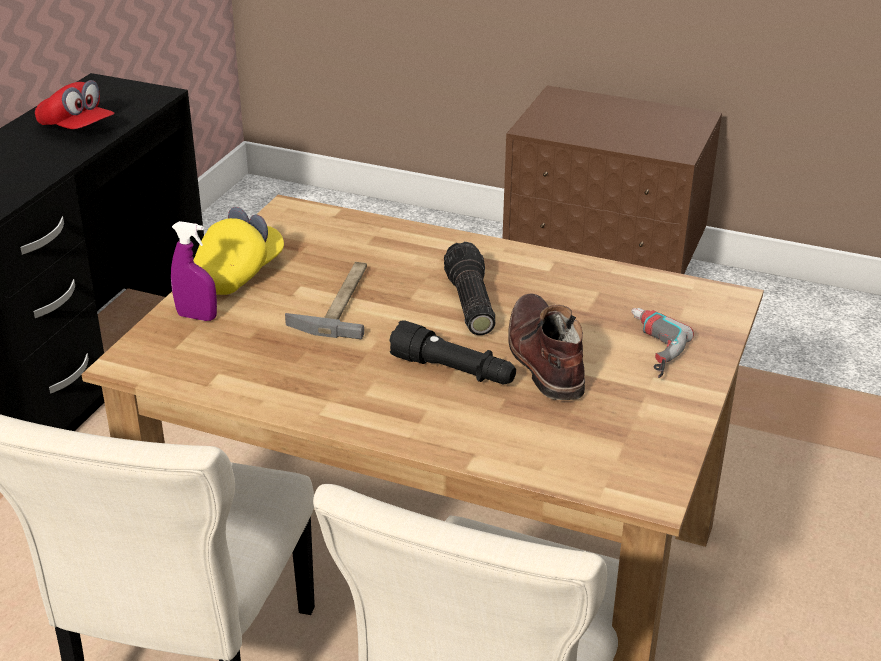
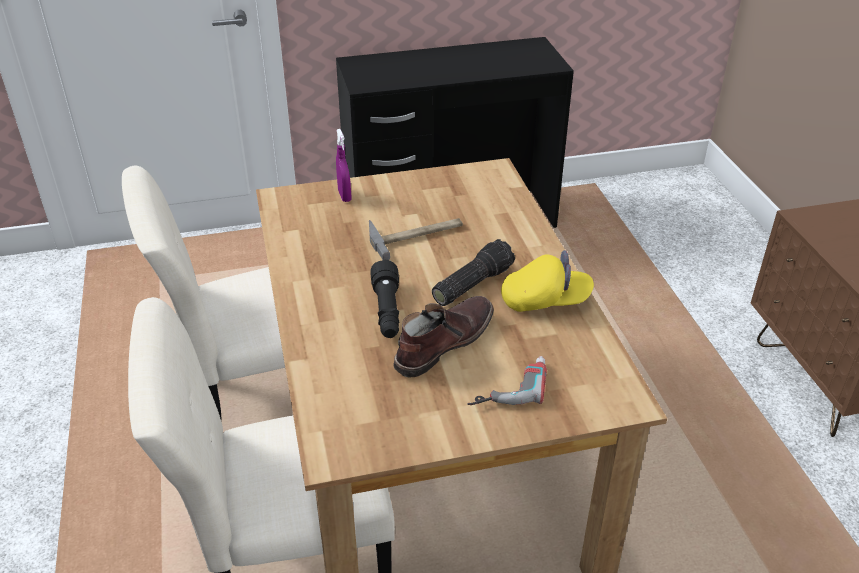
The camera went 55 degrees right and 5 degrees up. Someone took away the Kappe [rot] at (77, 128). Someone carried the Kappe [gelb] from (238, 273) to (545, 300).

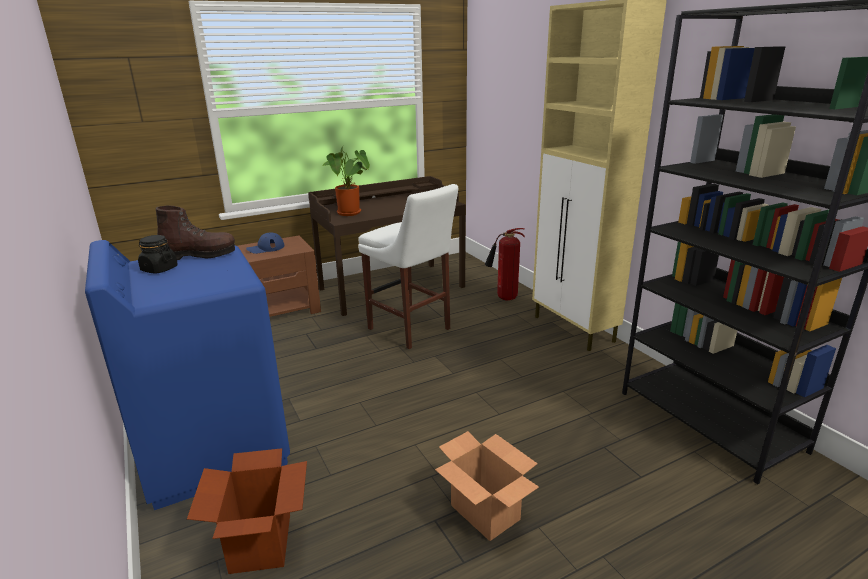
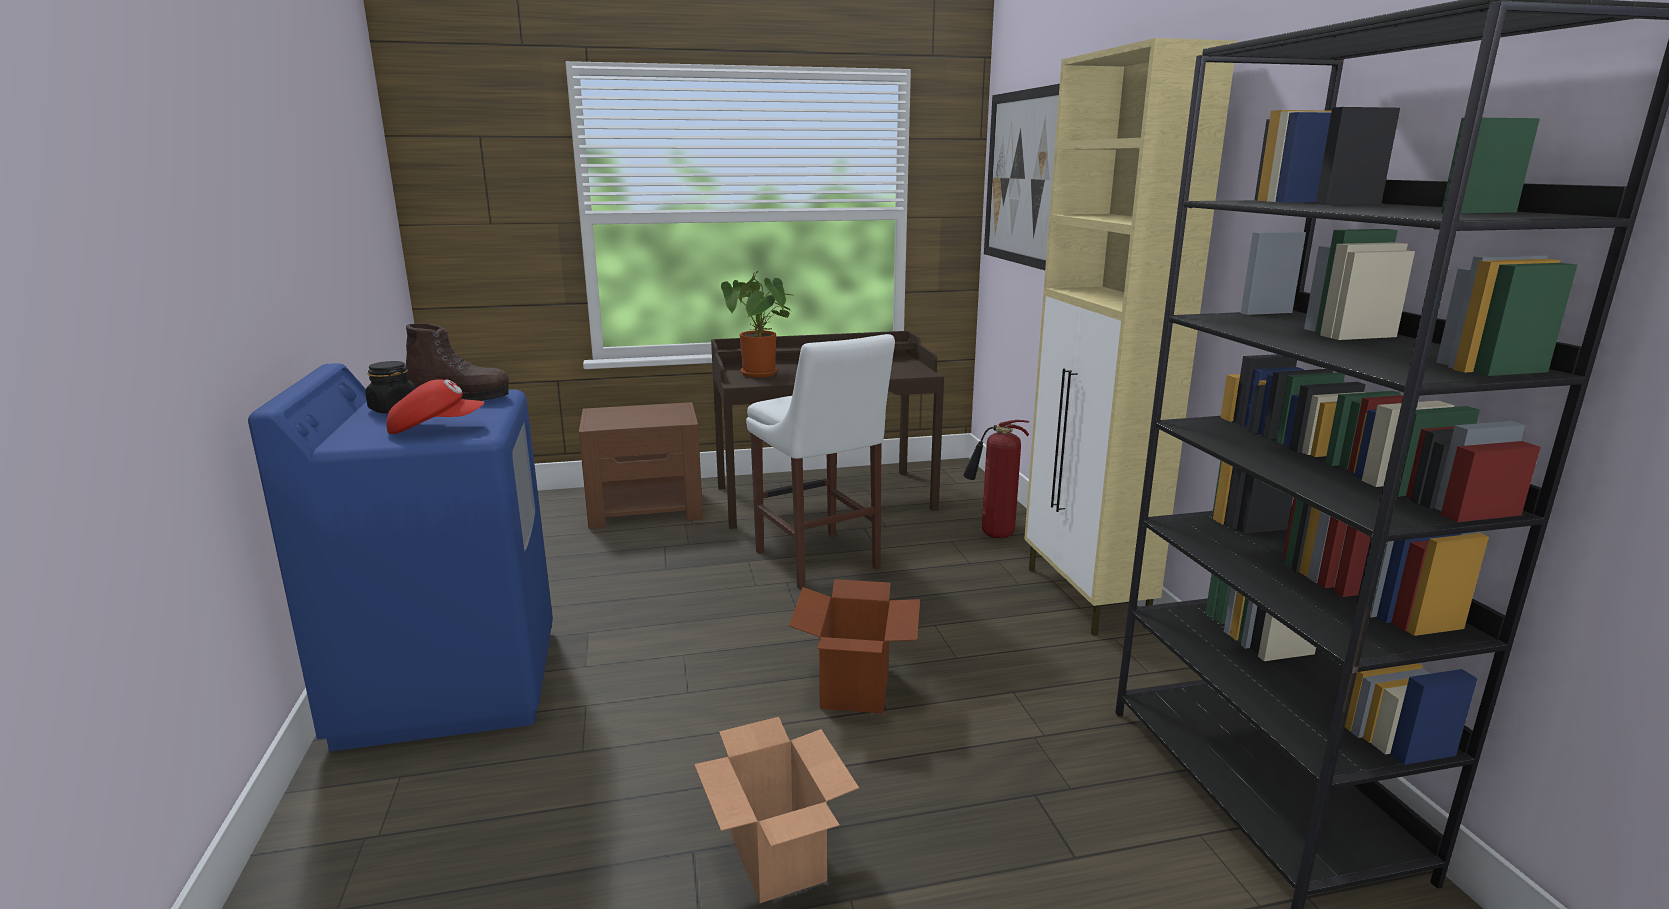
The camera went 15 degrees right and 5 degrees down. Someone carried the Karton from (261, 543) to (855, 688). Someone took away the Kappe [blau] at (265, 248). Someone put down the Kappe [rot] at (436, 428). Someone put up the Bild at (1022, 178).

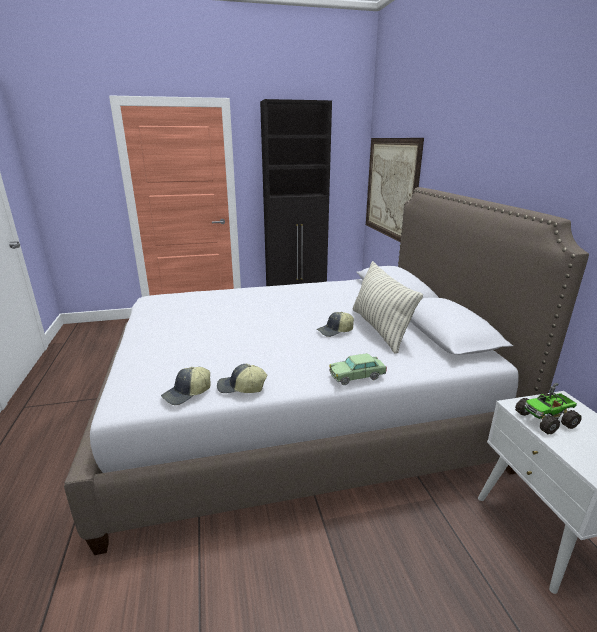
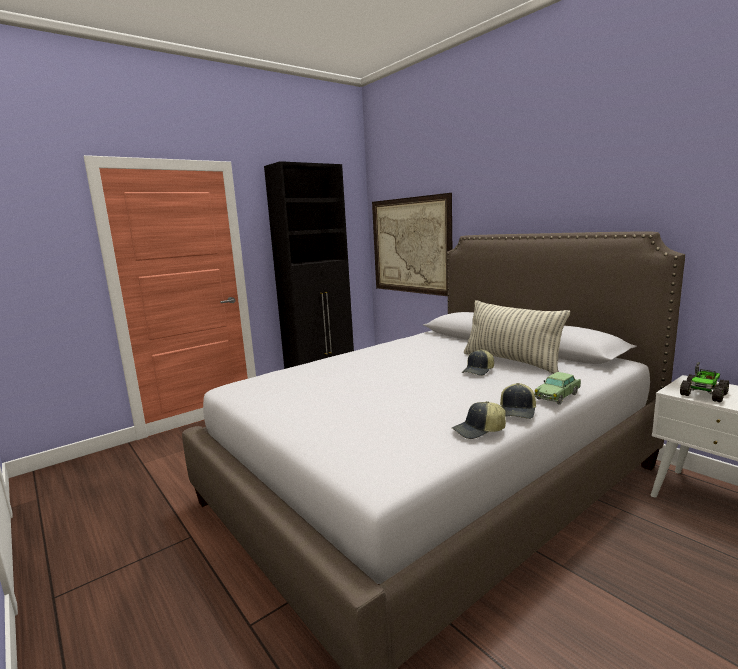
The camera went 25 degrees left and 10 degrees down. Someone carried the Kappe from (187, 393) to (518, 411).

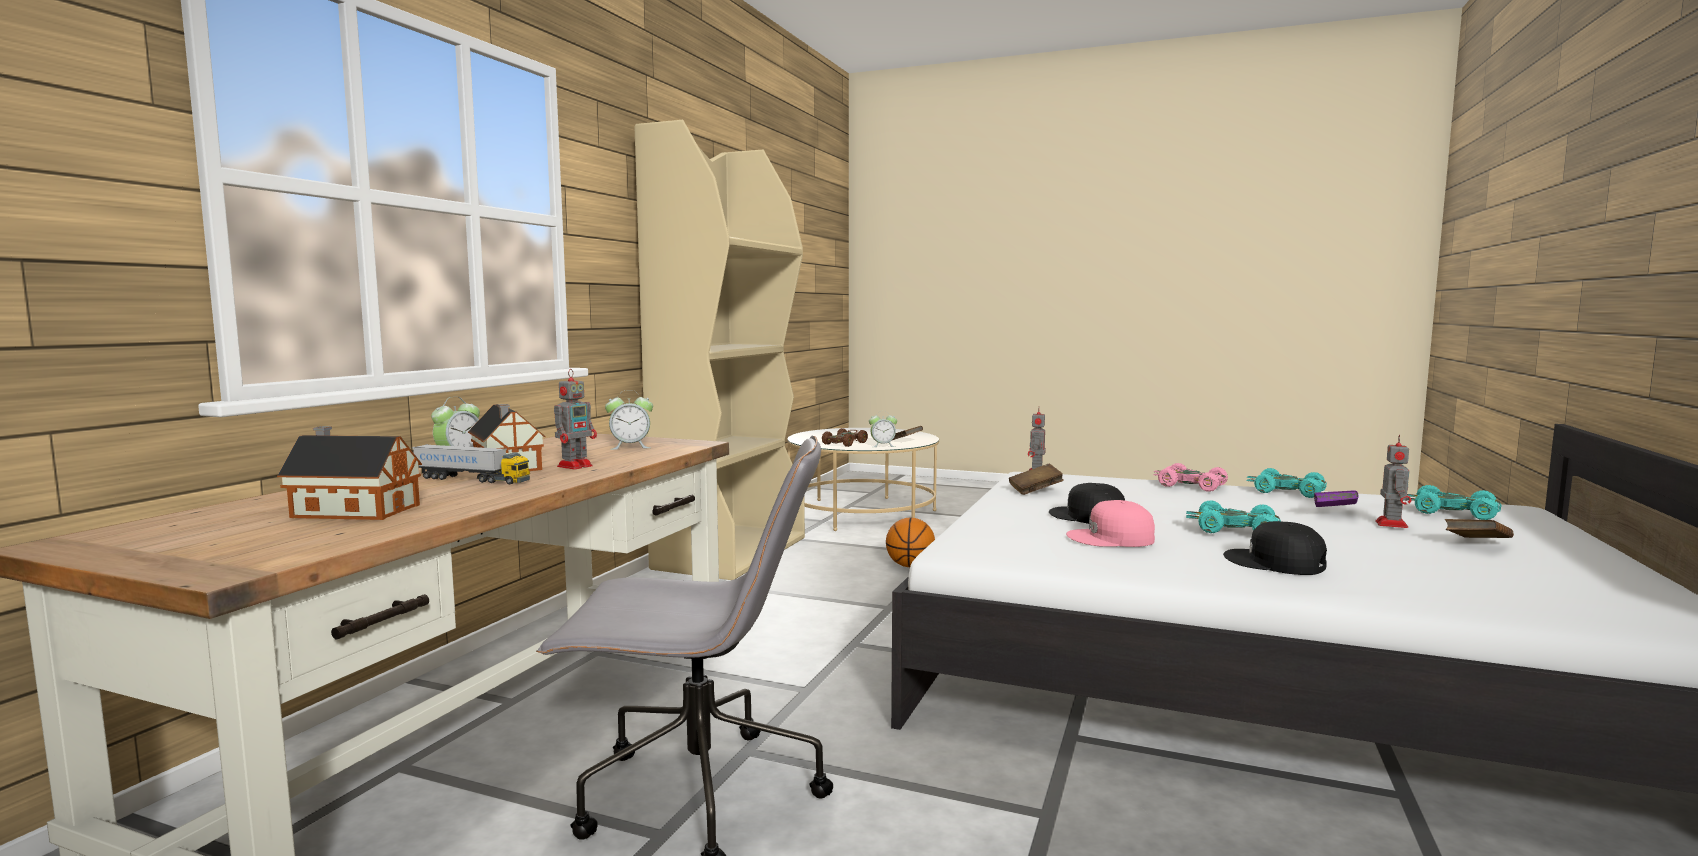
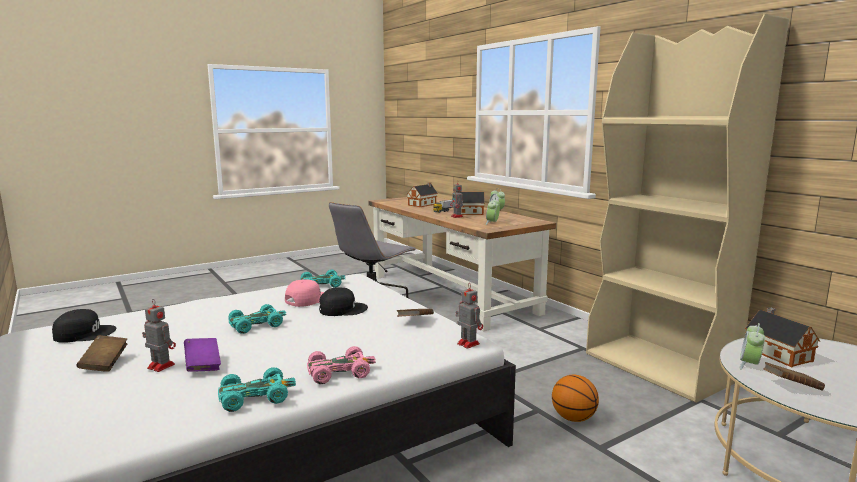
The camera went 125 degrees right and 5 degrees up. Someone swapped the Spielzeugauto [braun] at (845, 443) for the Spielzeughaus at (777, 353). Someone carried the Kappe [schwarz] from (1274, 563) to (84, 333). Someone rotated the Spielzeugroboter at (1391, 524) by 150 degrees clockwise. Someone carried the Spielzeugauto [türkis] from (1452, 512) to (321, 285).

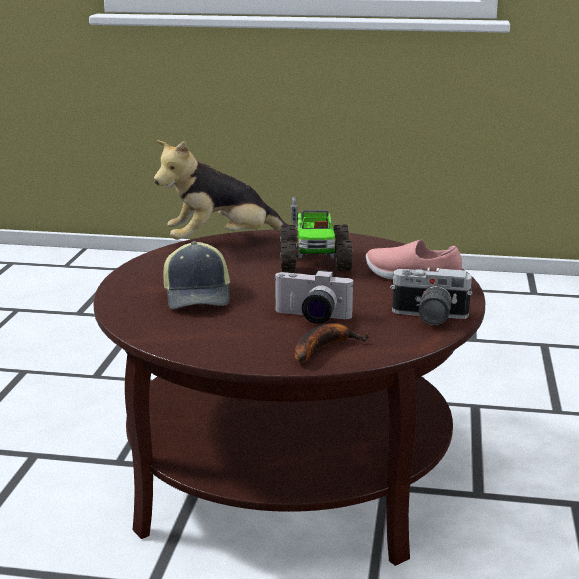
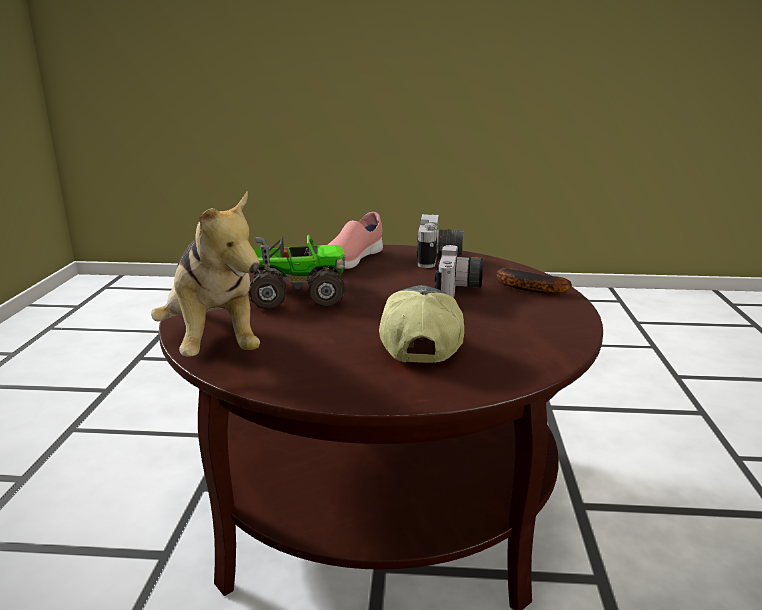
The camera went 95 degrees left and 0 degrees up. Someone rotated the Kappe at (199, 296) by 75 degrees counterclockwise.

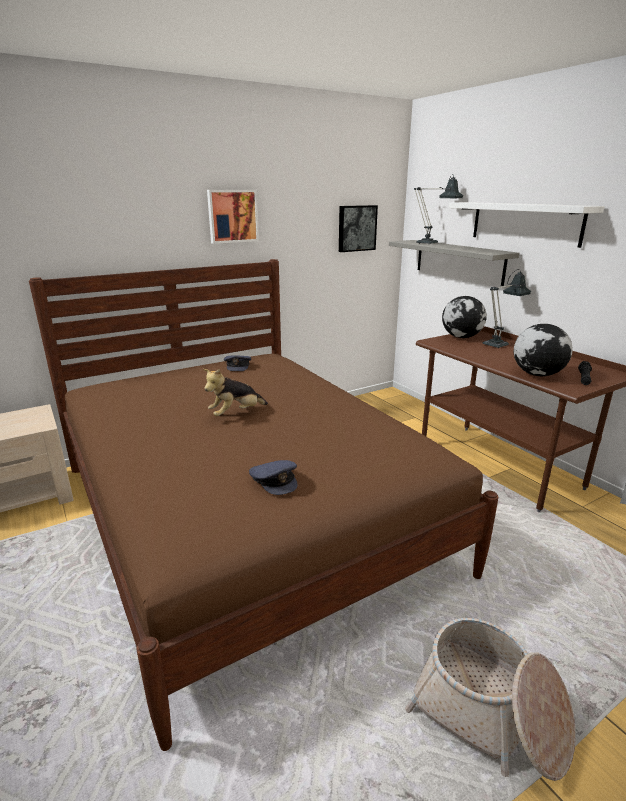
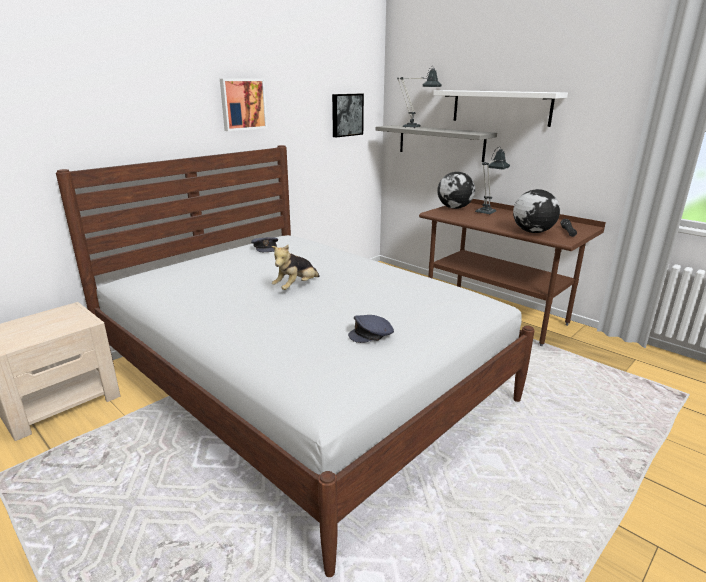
The camera went 15 degrees left and 0 degrees up. Someone repainted the Bett [braun] at (246, 515), which became the Bett [weiß] at (302, 383). Someone rotated the Kappe [grau] at (275, 481) by 120 degrees clockwise. Someone took away the Korb at (490, 714).

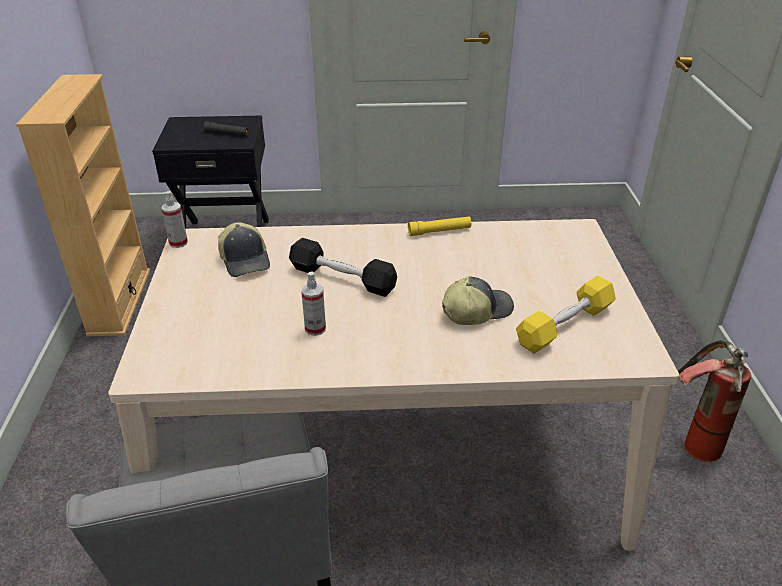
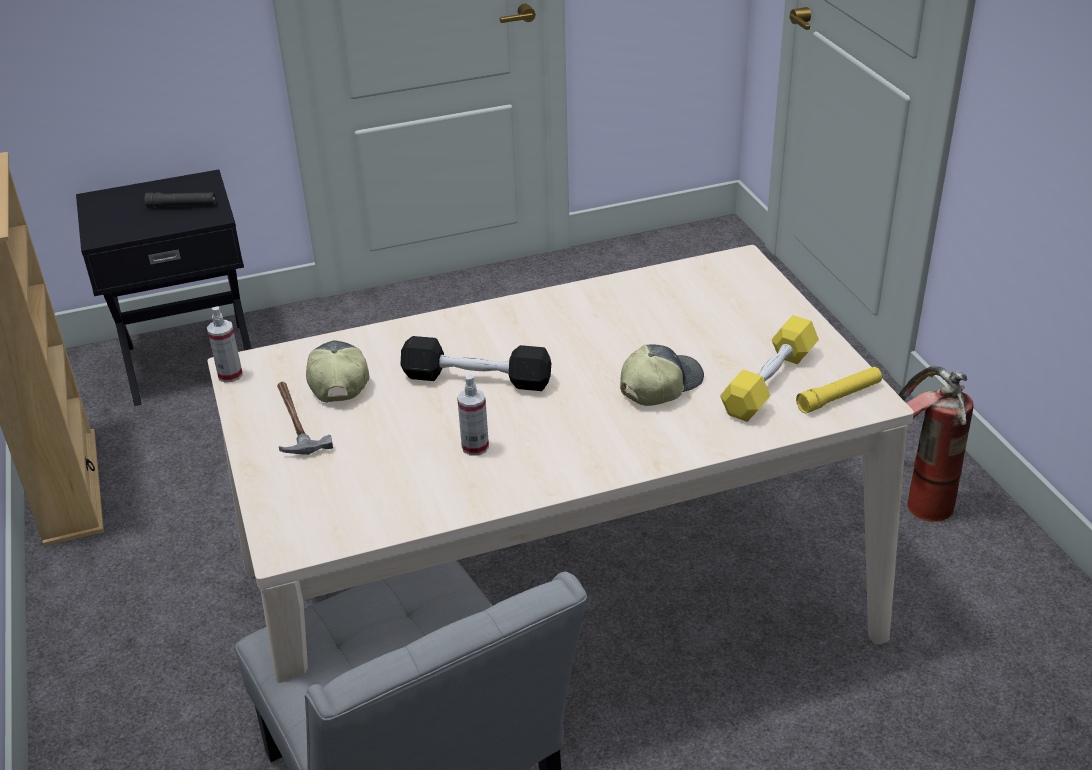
The camera went 15 degrees left and 0 degrees up. Someone rotated the Kappe at (246, 260) by 150 degrees counterclockwise. Someone carried the Taschenlampe [gelb] from (439, 231) to (839, 397). Someone put down the Hammer at (294, 421).

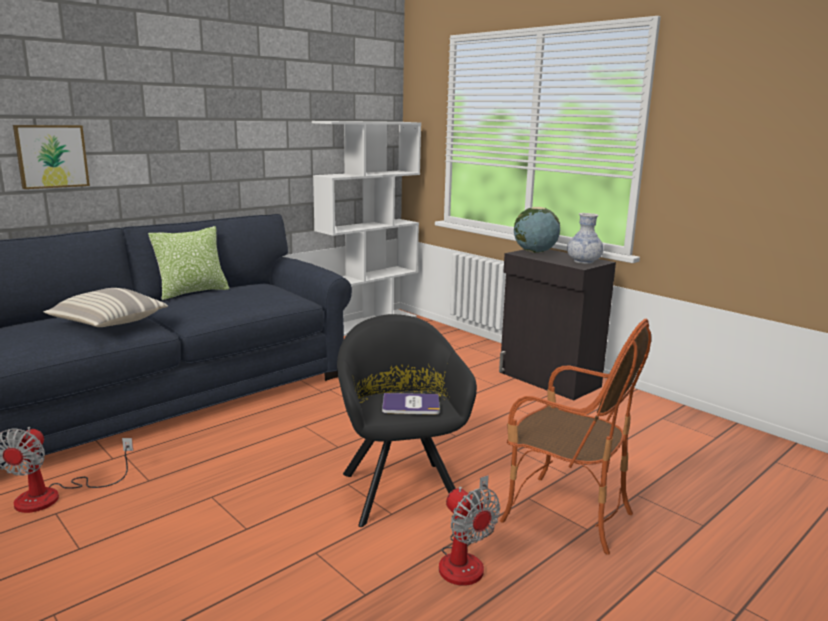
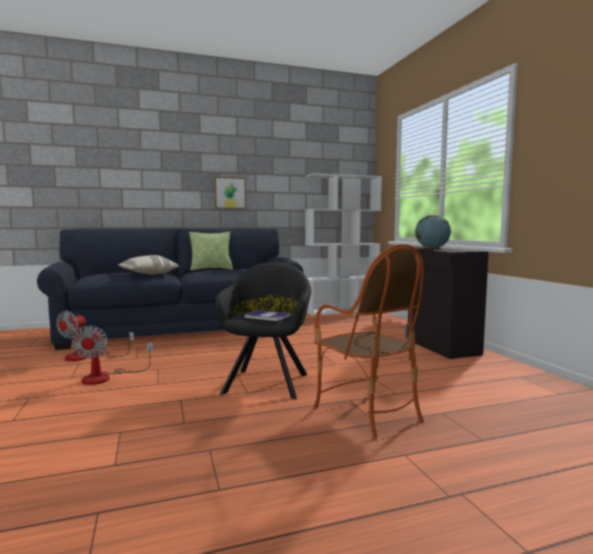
The camera went 25 degrees right and 10 degrees down. Someone carried the Bild from (51, 156) to (230, 193). Someone carried the Ventilator from (465, 559) to (106, 377). Someone took away the Vase at (583, 261).

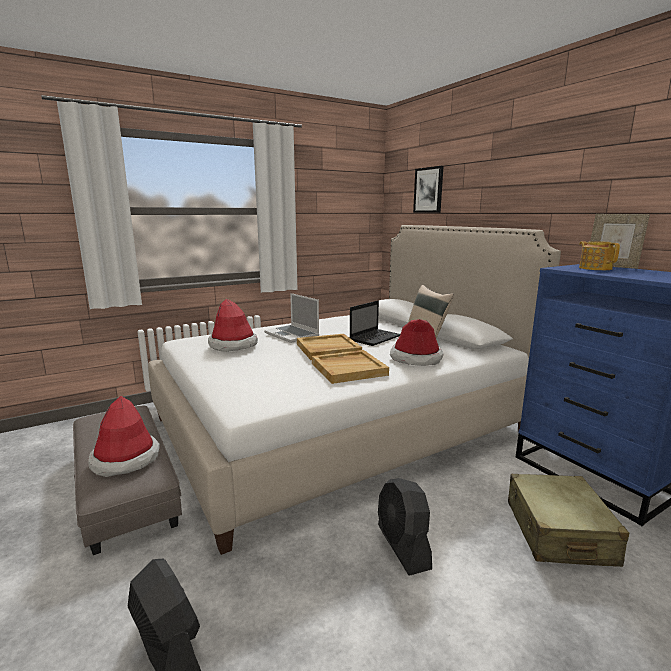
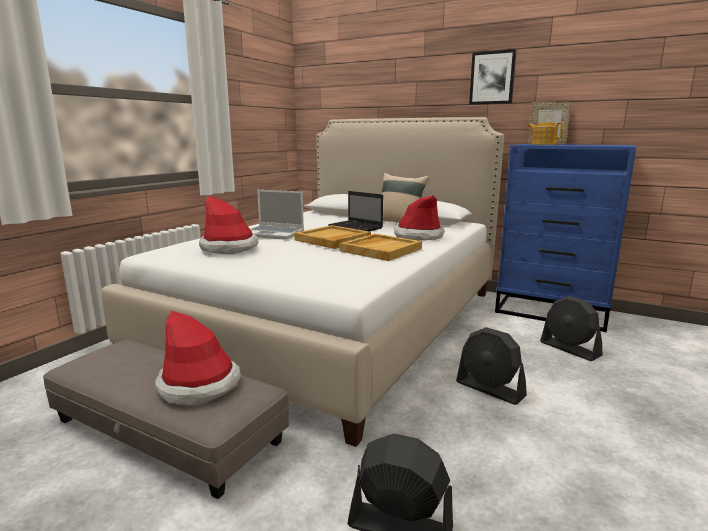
The camera went 30 degrees left and 0 degrees up. Someone rotated the Laptop at (375, 338) by 120 degrees clockwise. Someone carried the Bild from (428, 190) to (492, 78). Someone swapped the Koffer [beige] at (558, 532) for the Ventilator [schwarz] at (570, 349).

